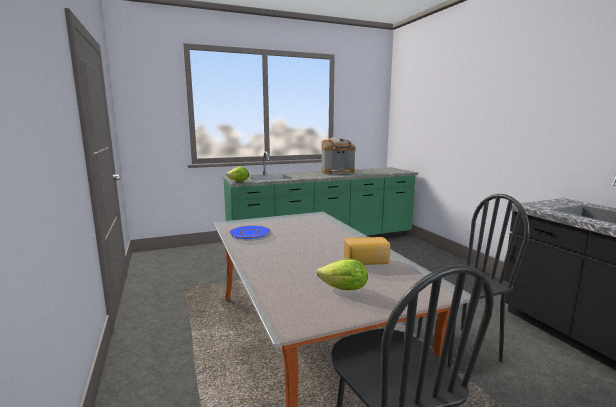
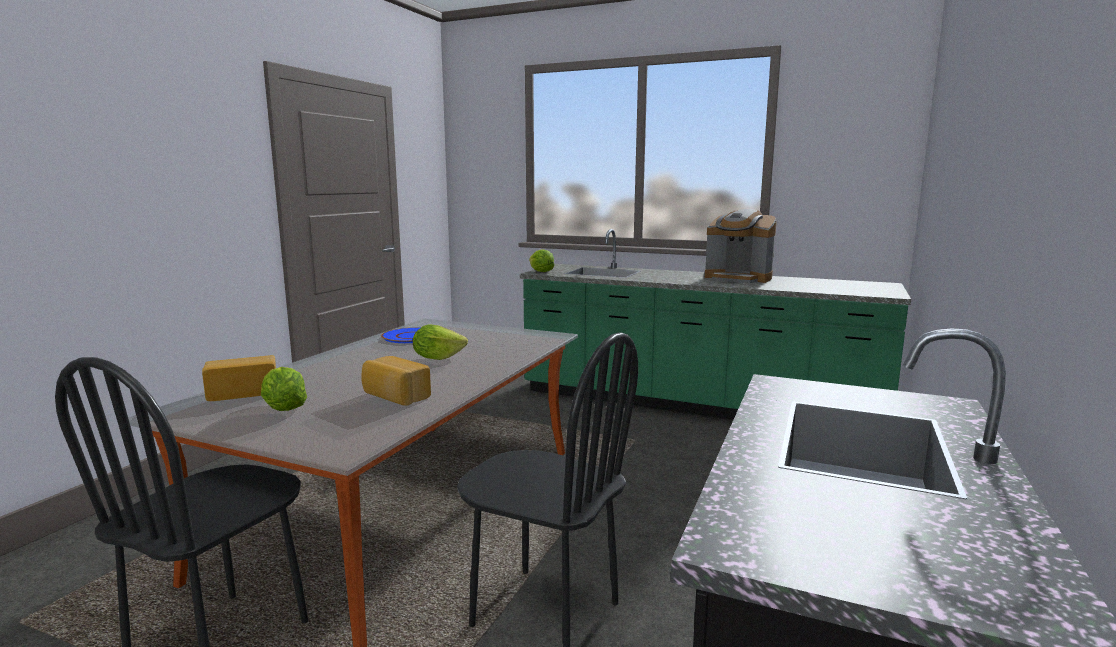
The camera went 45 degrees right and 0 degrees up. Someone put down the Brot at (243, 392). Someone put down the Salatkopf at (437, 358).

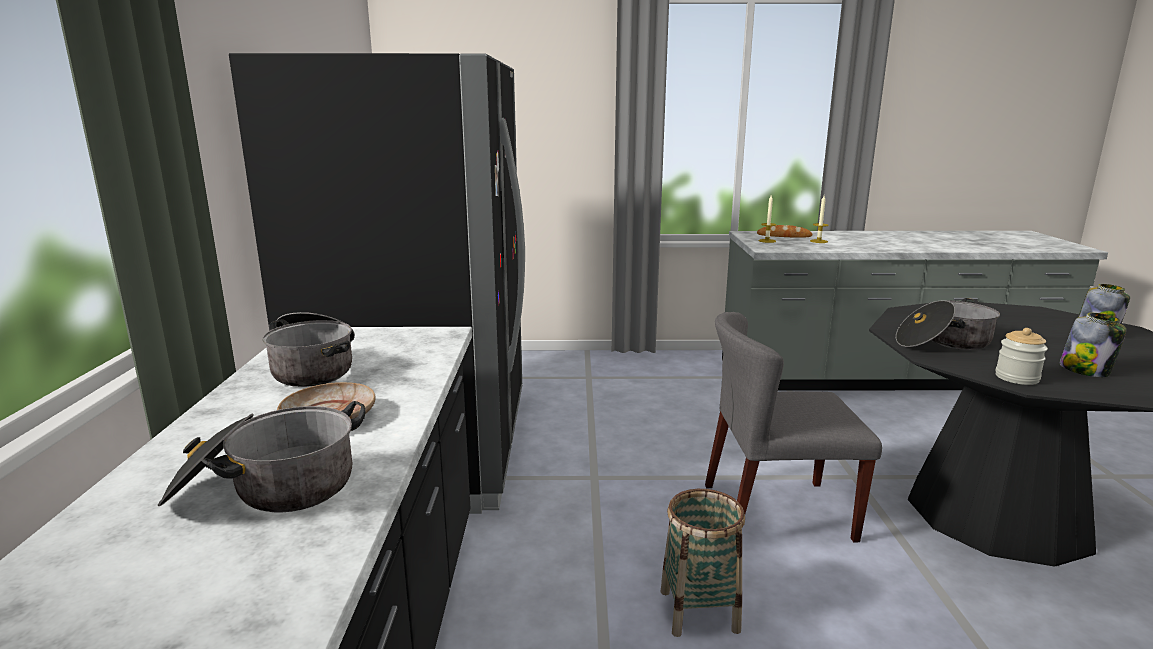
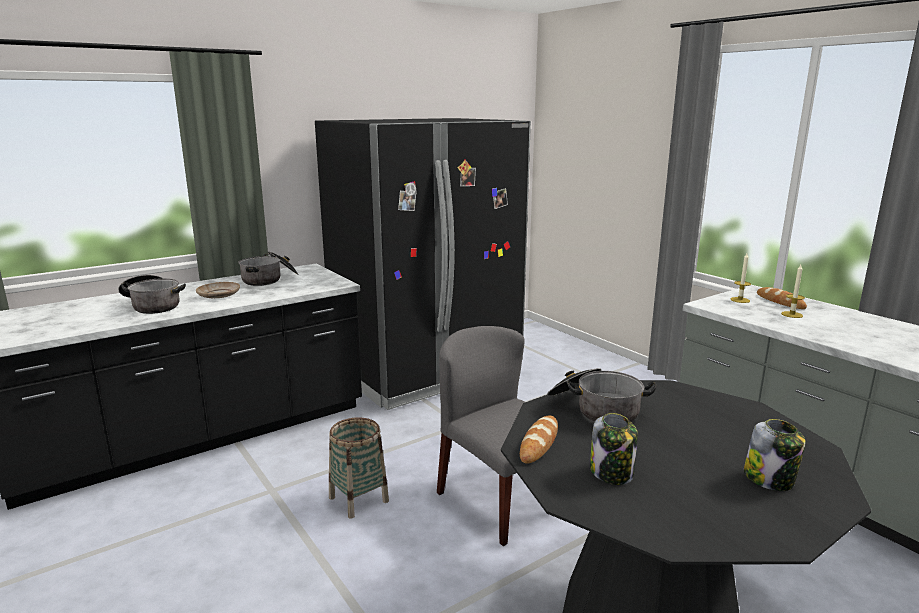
The camera went 55 degrees right and 0 degrees up. Someone swapped the Vorratsglas at (1016, 378) for the Brot at (539, 443).

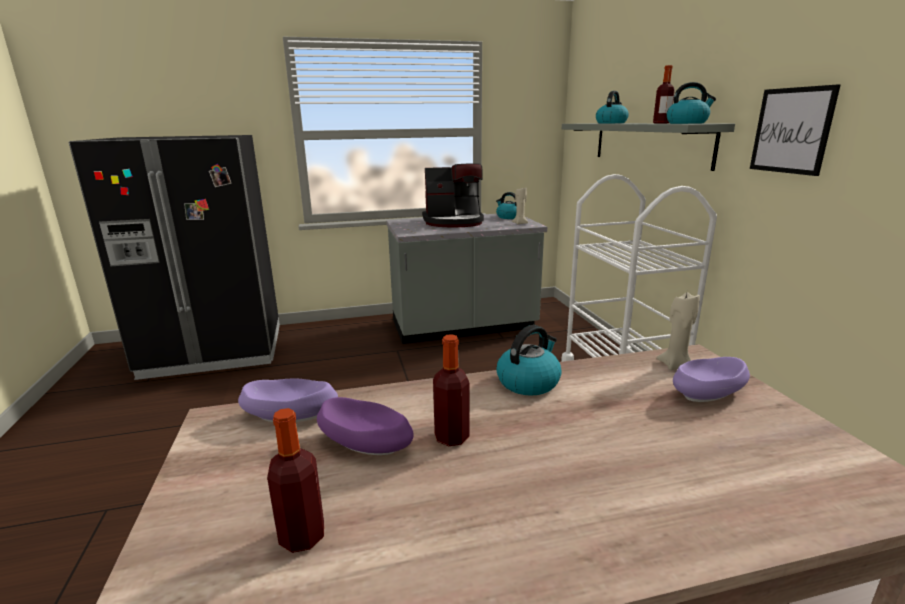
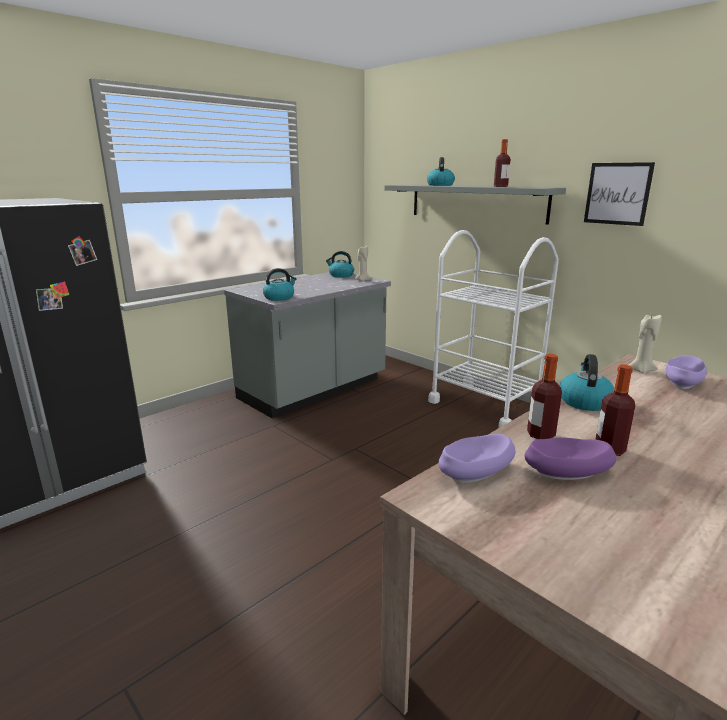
The camera went 30 degrees left and 0 degrees up. Someone carried the Flasche from (302, 536) to (540, 435). Someone took away the Kaffeemaschine at (454, 222). Someone carried the Wasserkessel from (687, 123) to (279, 297).

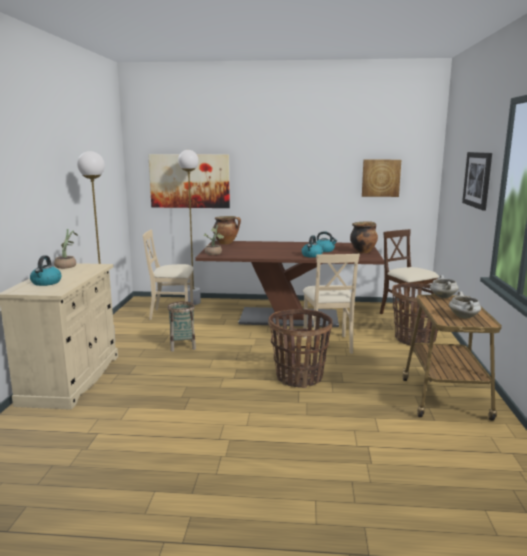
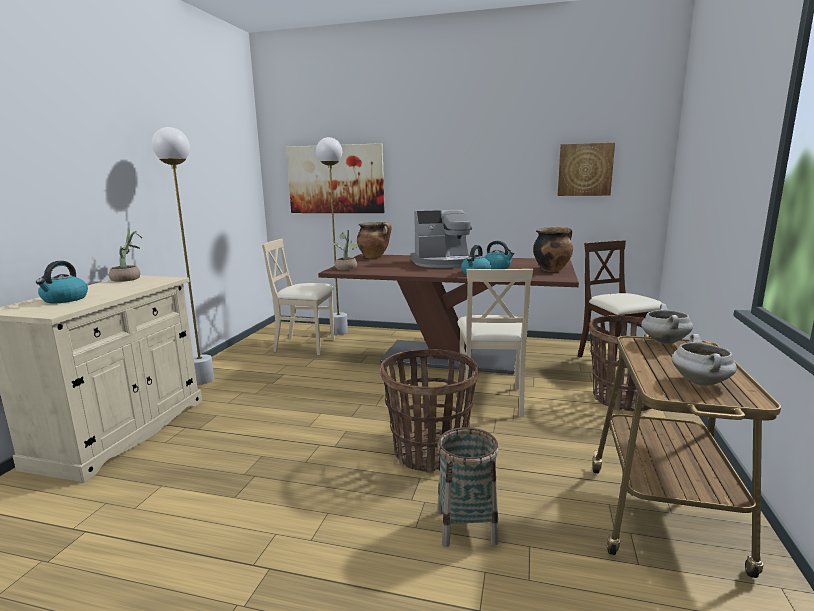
The camera went 10 degrees right and 0 degrees up. Someone carried the Korb from (182, 346) to (466, 526). Someone took away the Bild at (478, 179). Someone put down the Kaffeemaschine at (442, 263).

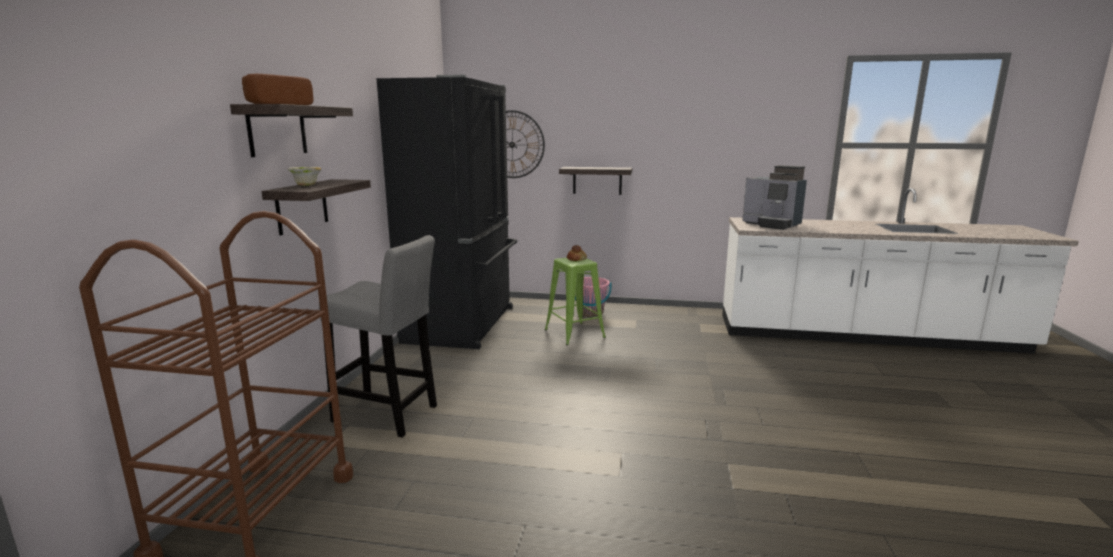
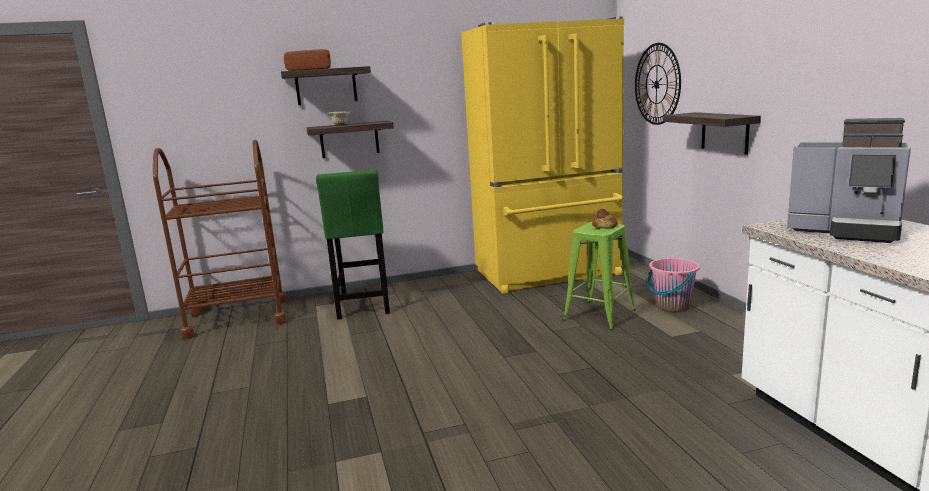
The camera went 65 degrees right and 0 degrees up. Someone repainted the Hocker [grau] at (389, 415), which became the Hocker [grün] at (363, 306). Someone repainted the Kühlschrank [schwarz] at (464, 324), which became the Kühlschrank [gelb] at (549, 273). Someone rotated the Kaffeemaschine at (772, 225) by 75 degrees counterclockwise.

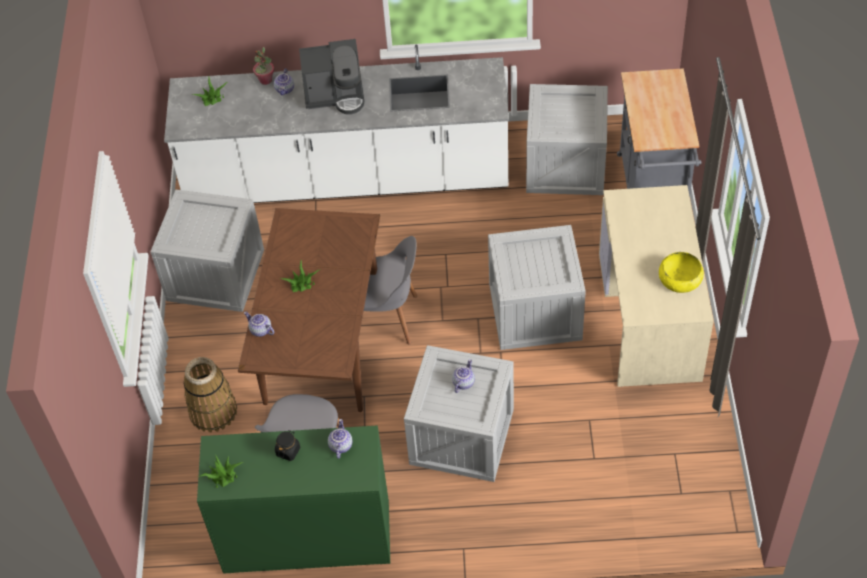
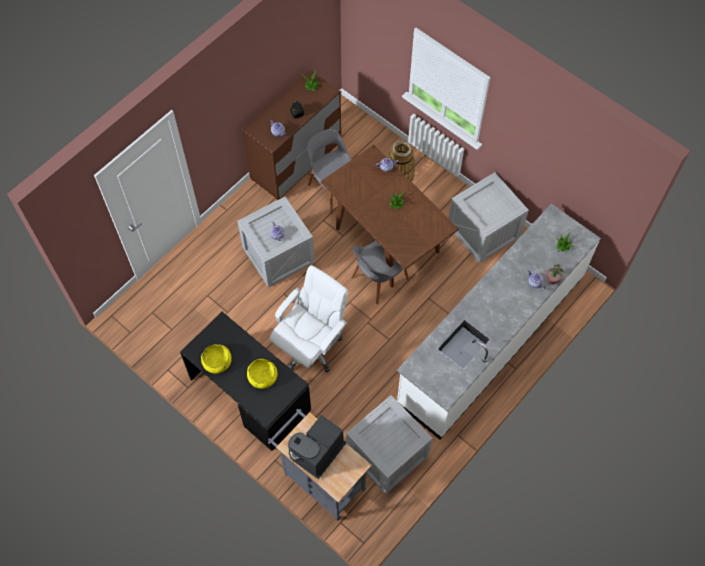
The camera went 130 degrees right and 10 degrees up. Someone repainted the Kommode [grün] at (307, 538), which became the Kommode [braun] at (296, 161). Someone carried the Kaffeemaschine from (336, 95) to (317, 453). Someone swapped the Kiste at (533, 311) for the Bürostuhl [weiß] at (310, 346). Someone repainted the Schreibtisch [beige] at (650, 316), which became the Schreibtisch [schwarz] at (249, 394). Someone put down the Schüssel [gelb] at (262, 376).

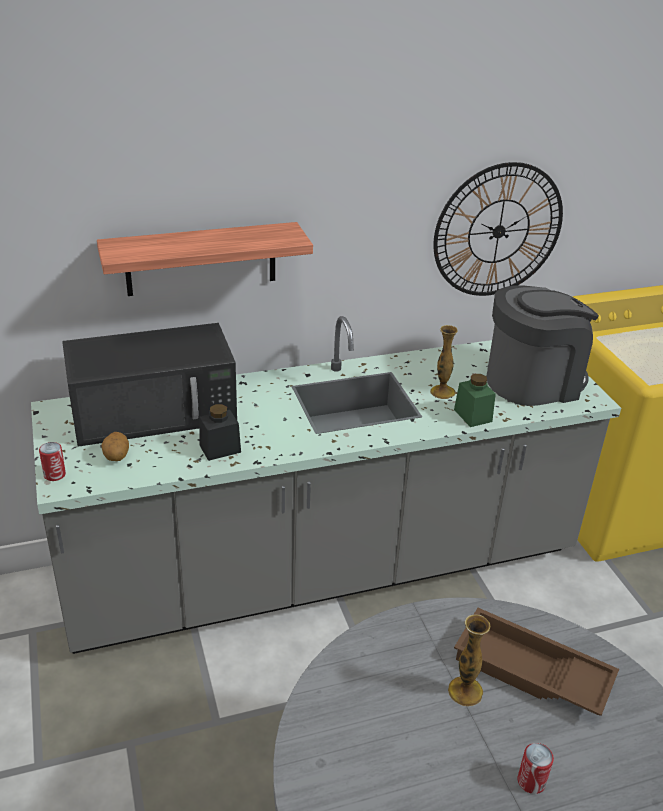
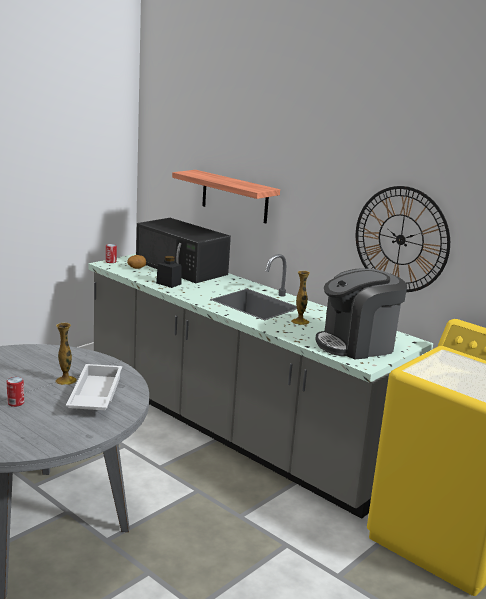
The camera went 60 degrees right and 15 degrees down. Someone took away the Vorratsglas [grün] at (472, 415). Someone repainted the Tablett [braun] at (530, 672), which became the Tablett [weiß] at (94, 395). Someone rotated the Kaffeemaschine at (533, 381) by 120 degrees clockwise.

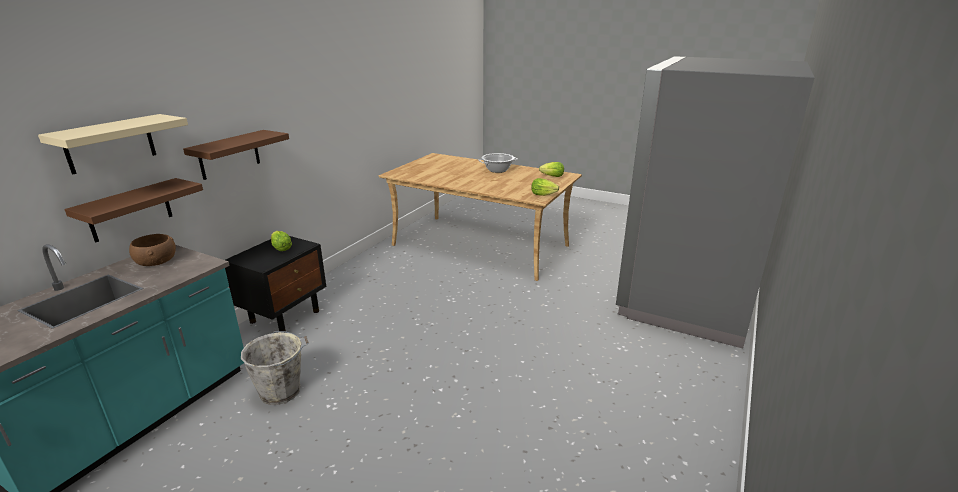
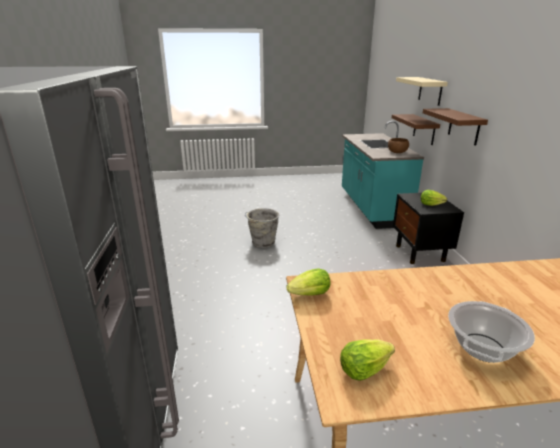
The camera went 145 degrees right and 0 degrees up. Someone carried the Eimer [grau] from (282, 391) to (262, 243).

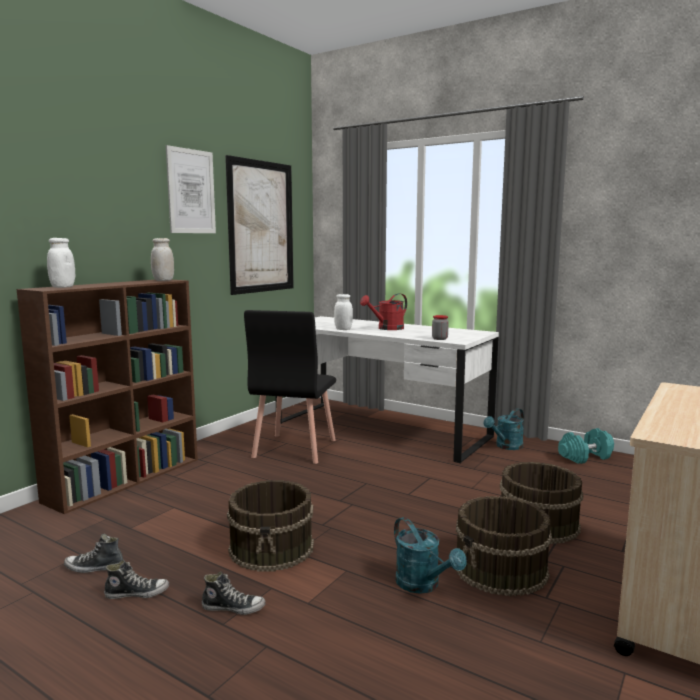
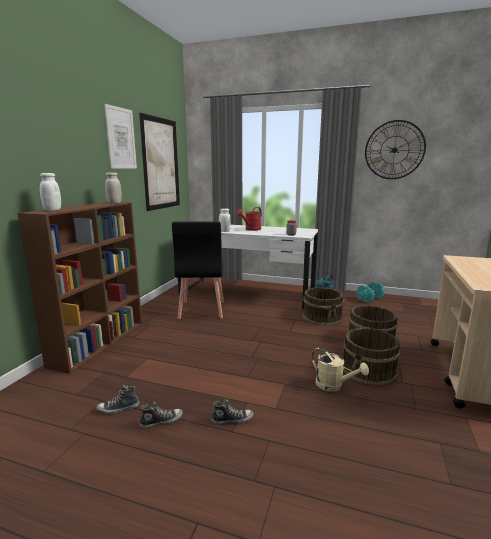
The camera went 15 degrees left and 5 degrees up. Someone carried the Eimer [braun] from (272, 547) to (322, 317). Someone repainted the Gießkanne [türkis] at (423, 585), which became the Gießkanne [beige] at (334, 386). Someone put up the Wanduhr at (394, 150).

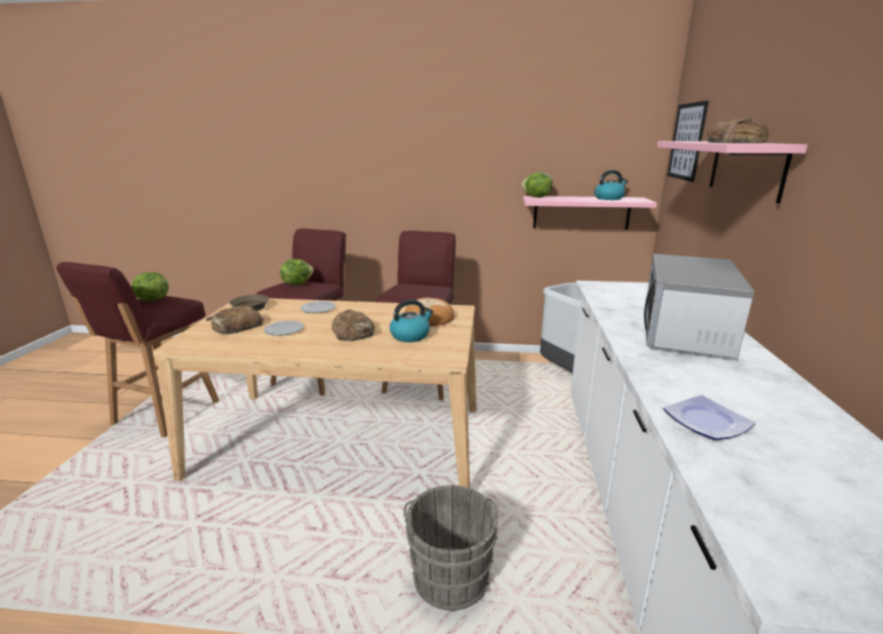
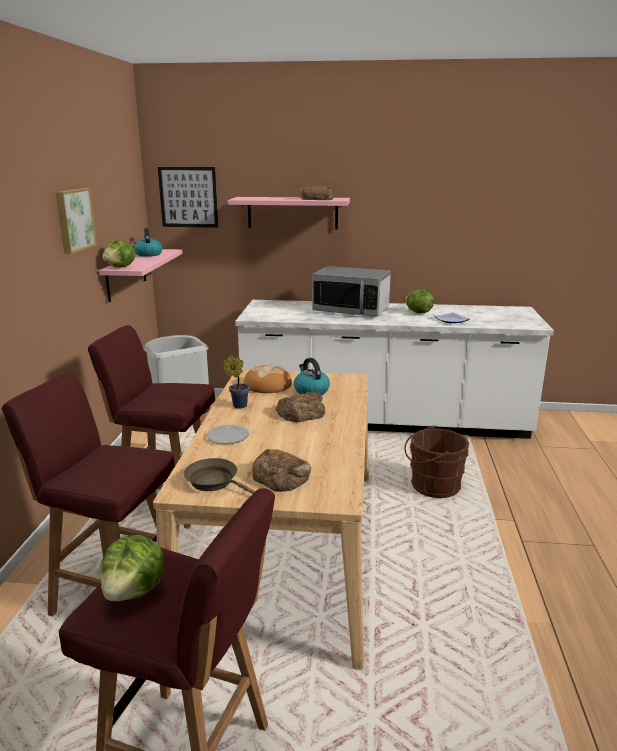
The camera went 90 degrees left and 0 degrees up. Someone took away the Teller at (283, 330). Someone carried the Salatkopf from (297, 283) to (418, 313). Someone repainted the Eimer [grau] at (450, 574), which became the Eimer [braun] at (432, 486). Someone put up the Bild at (73, 220). Someone put down the Topfpflanze at (238, 405).

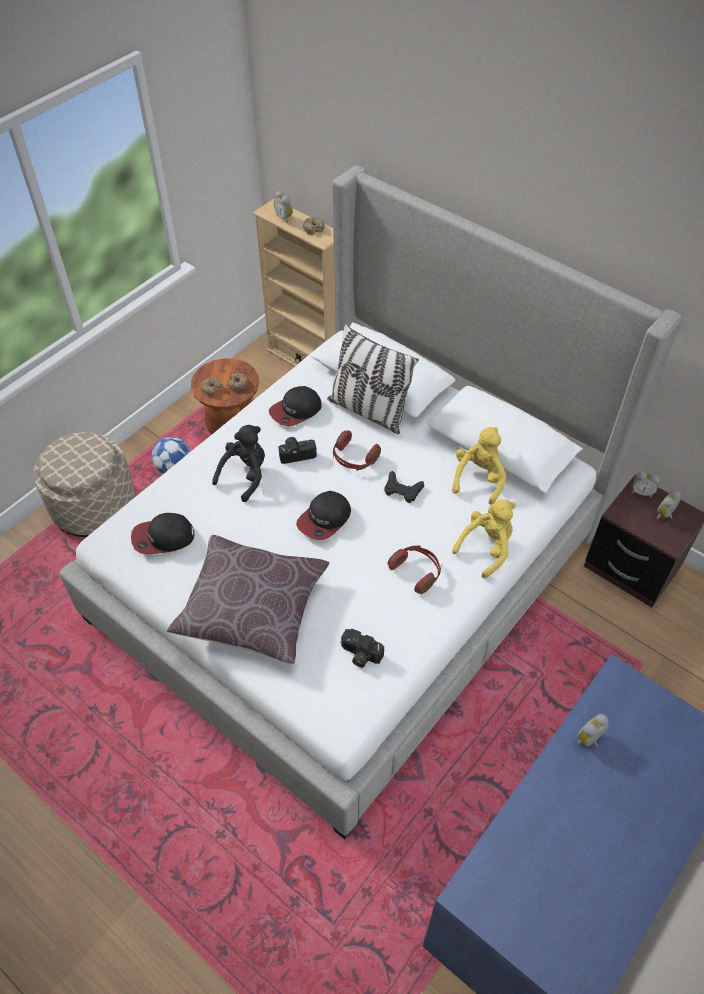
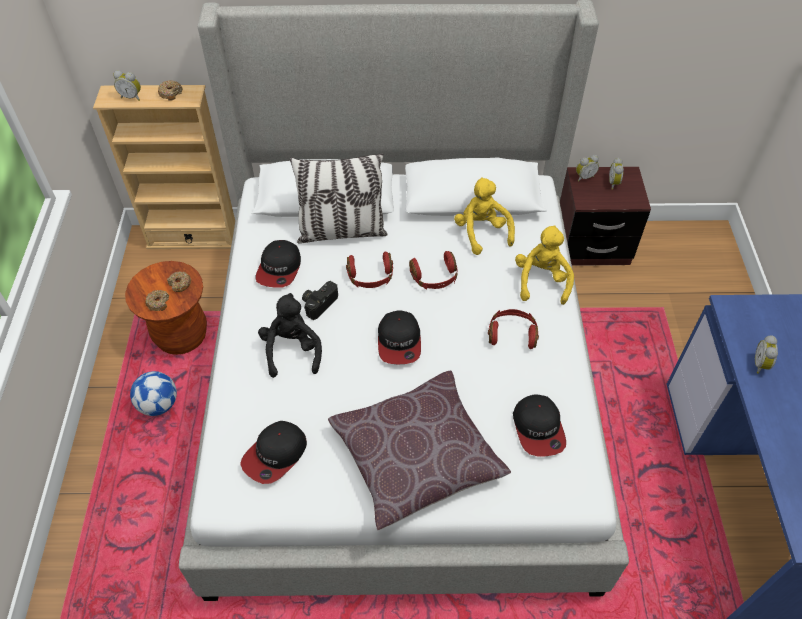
The camera went 40 degrees left and 0 degrees up. Someone took away the Polsterhocker [beige] at (94, 507). Someone swapped the Kamera at (359, 654) for the Kappe at (539, 429). Someone swapped the Gamepad [schwarz] at (402, 490) for the Kopfhörer [rot] at (434, 278).

